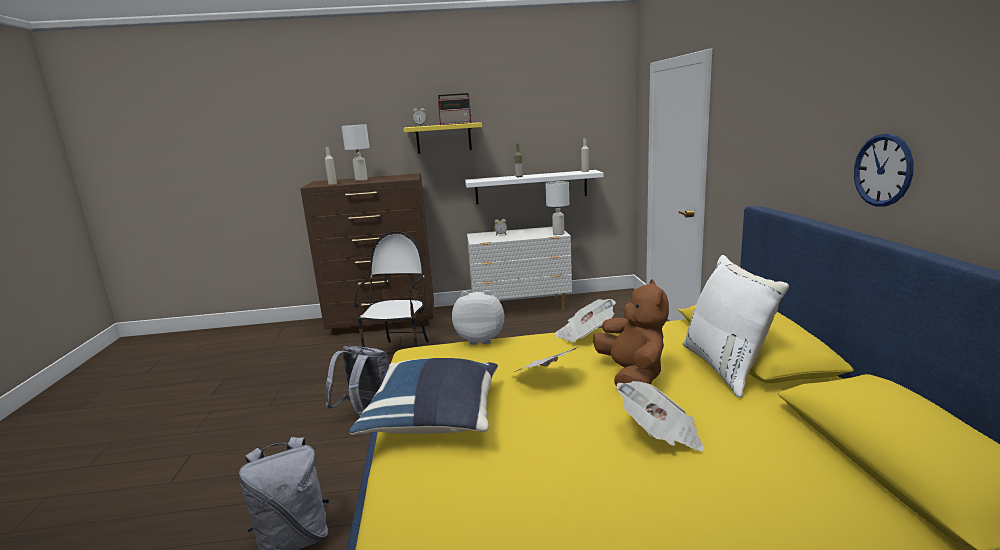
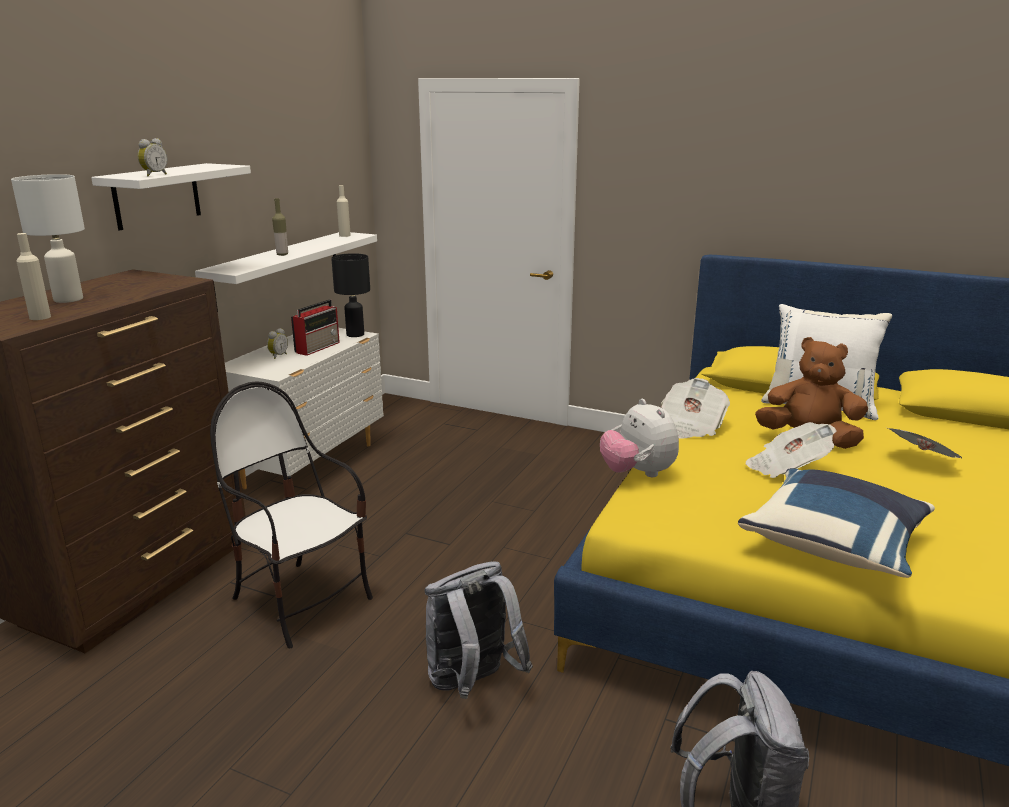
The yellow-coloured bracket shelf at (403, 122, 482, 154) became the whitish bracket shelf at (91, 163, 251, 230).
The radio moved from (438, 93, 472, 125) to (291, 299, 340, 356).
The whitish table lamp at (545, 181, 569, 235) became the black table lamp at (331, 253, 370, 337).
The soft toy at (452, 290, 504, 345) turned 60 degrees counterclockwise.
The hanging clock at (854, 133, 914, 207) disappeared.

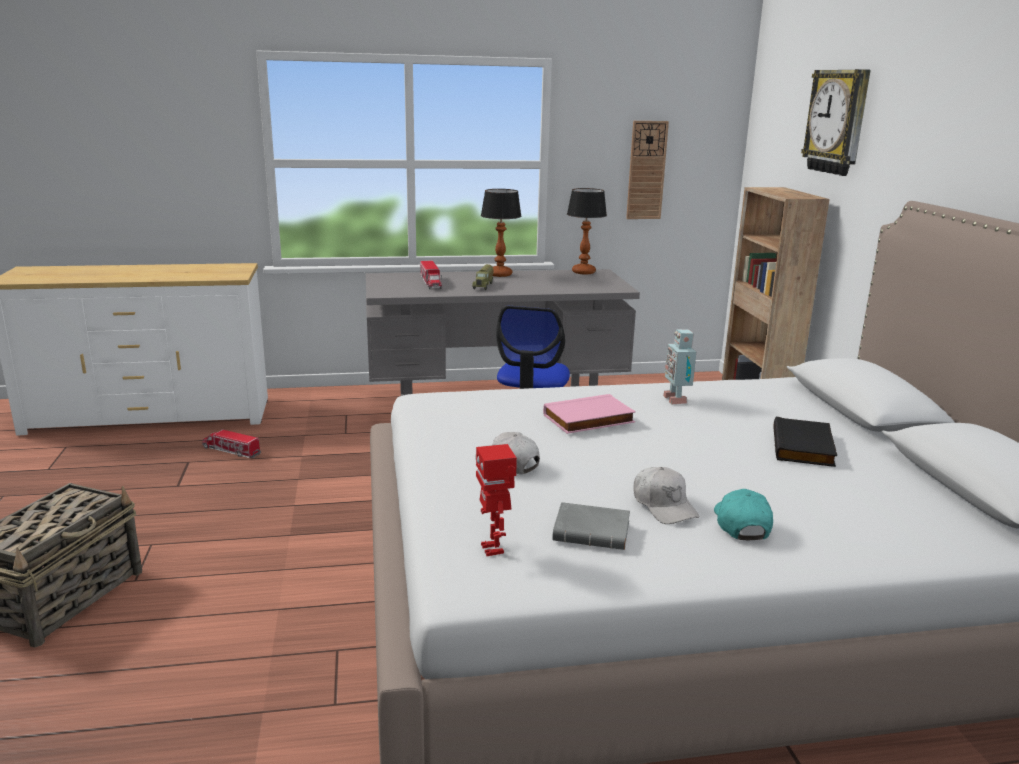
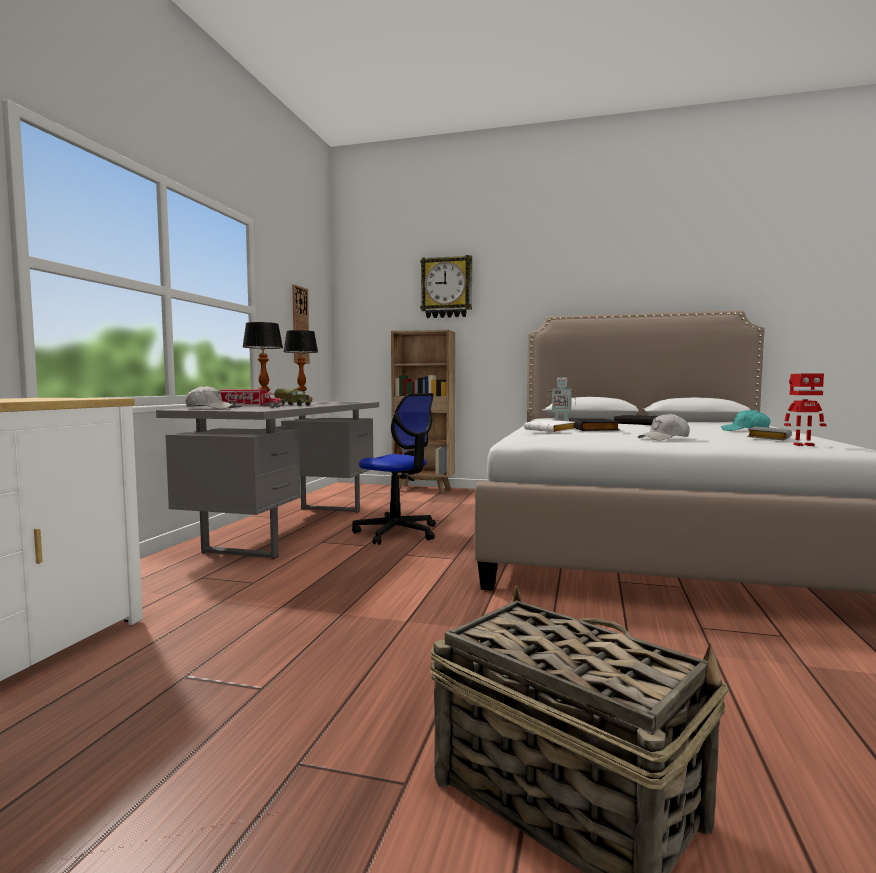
The whitish cap moved from (633, 467, 700, 524) to (185, 386, 235, 409).
The whitish volume at (524, 420, 575, 432) appeared.
The pink-coloured volume at (543, 394, 636, 434) became the black volume at (569, 418, 620, 431).
The toy truck at (202, 429, 261, 458) disappeared.

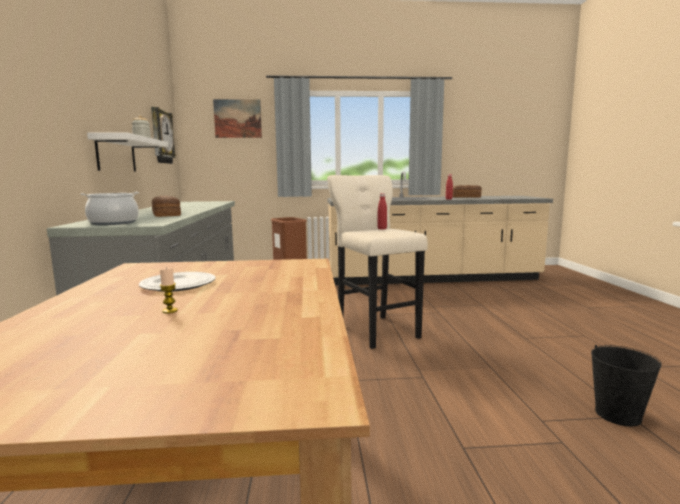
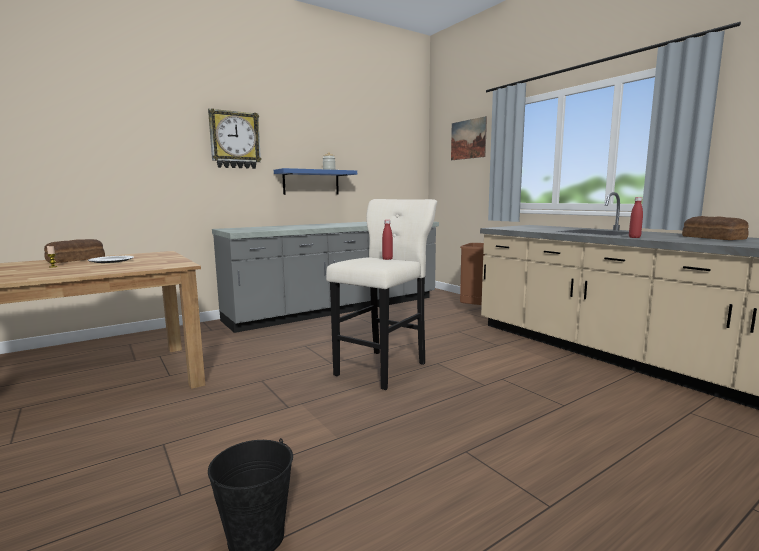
The bread moved from (152, 195, 181, 217) to (44, 239, 105, 263).
The hanging clock moved from (151, 107, 176, 164) to (208, 108, 262, 169).
The whitish bracket shelf at (87, 133, 169, 171) became the bluish bracket shelf at (274, 168, 357, 195).
The saucepot at (81, 192, 139, 225) disappeared.

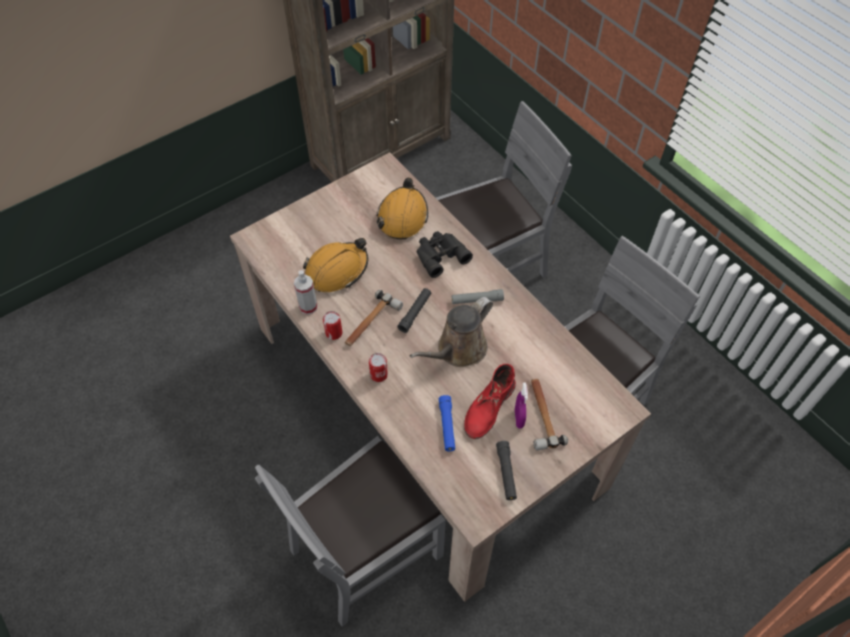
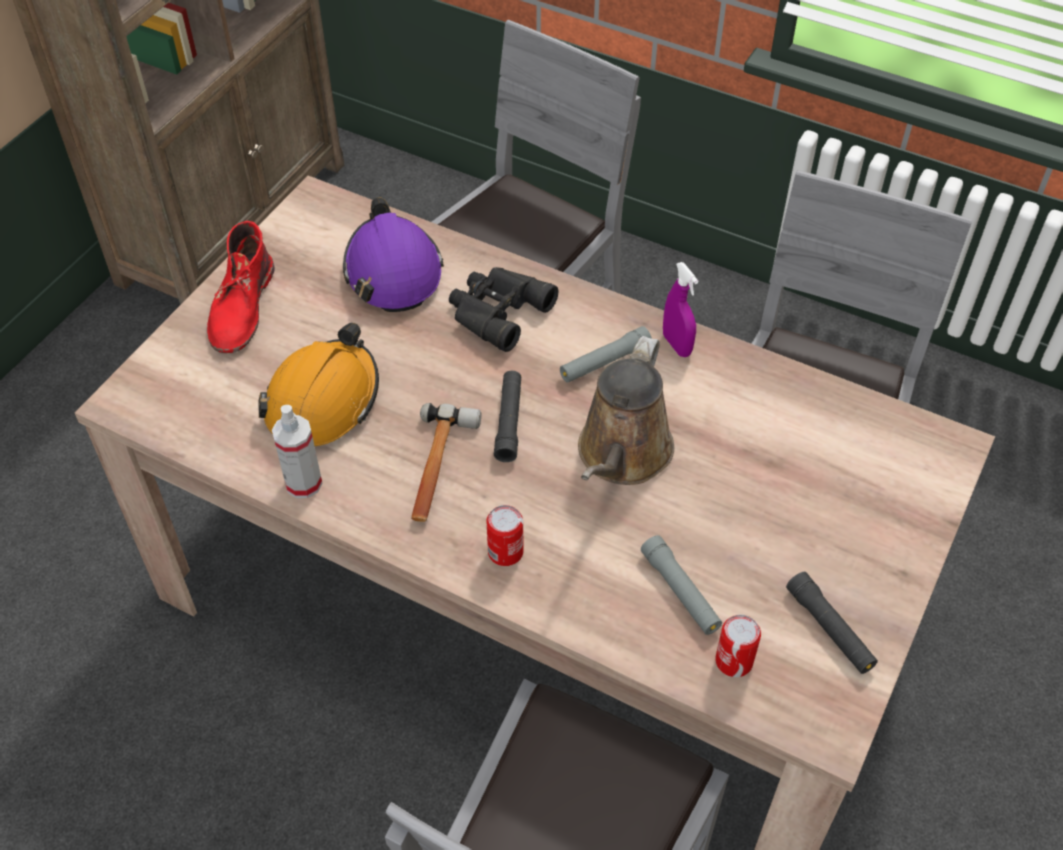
The red boot moved from (464, 364, 516, 439) to (207, 221, 275, 353).
The orange hard hat at (377, 178, 428, 239) became the purple hard hat at (343, 198, 444, 312).
The bluish flashlight at (439, 395, 455, 451) became the gray flashlight at (641, 535, 722, 635).
The purple hand sprayer moved from (515, 383, 528, 429) to (663, 262, 698, 357).
The sealed can moved from (323, 311, 343, 340) to (715, 615, 761, 677).
The tool hammer at (531, 379, 568, 450) disappeared.

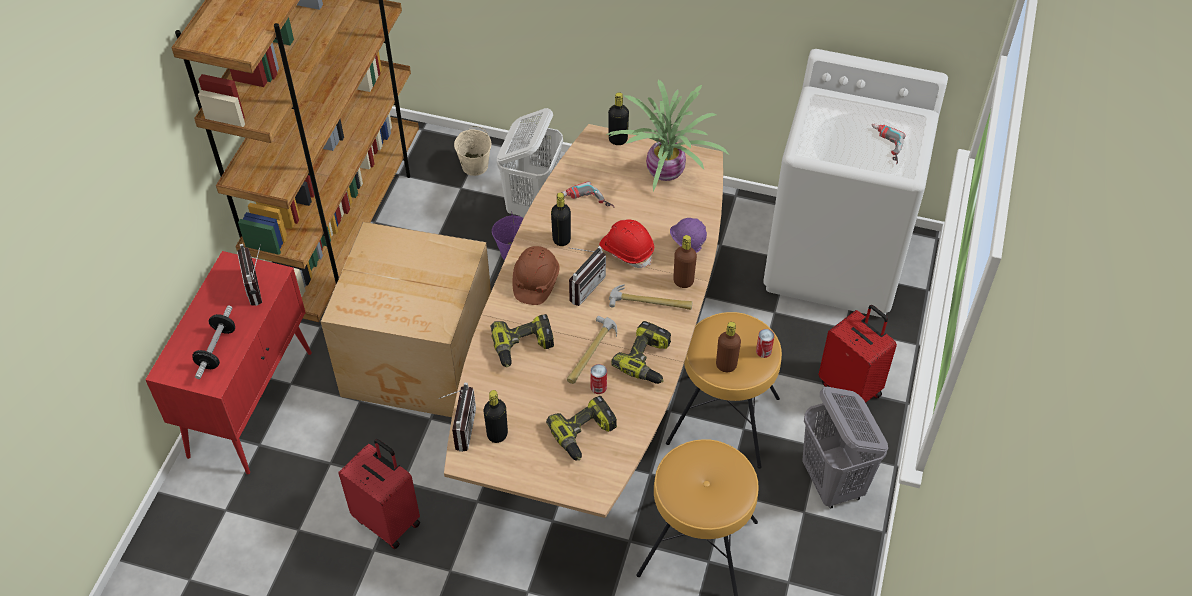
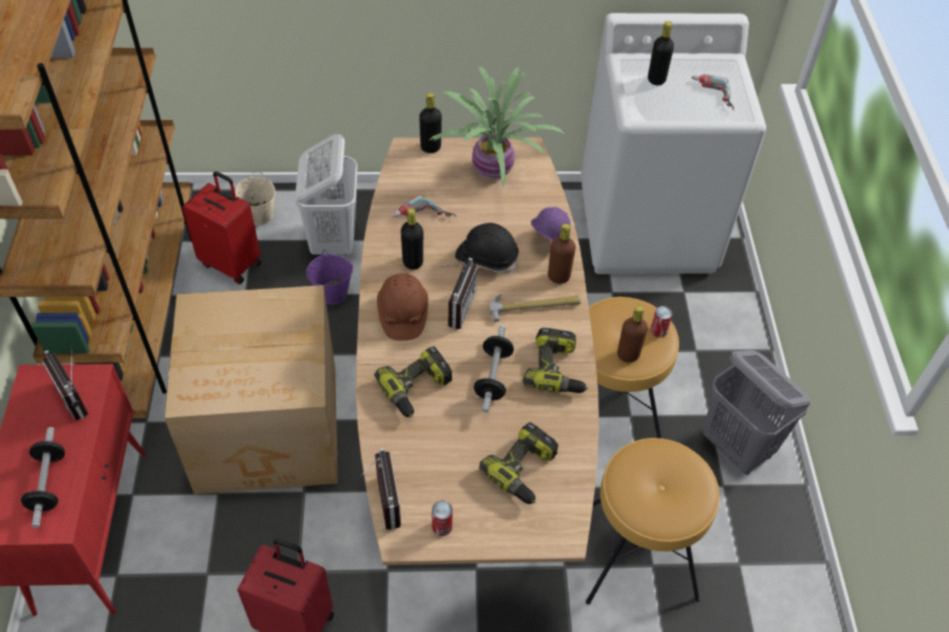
The red piece of luggage moved from (818, 305, 897, 403) to (182, 171, 261, 284).
The sealed can moved from (590, 364, 607, 394) to (432, 501, 453, 536).
The red hard hat at (599, 220, 654, 268) became the black hard hat at (455, 223, 519, 274).
The tool hammer at (567, 316, 617, 384) was replaced by the hand weight at (474, 325, 514, 413).
The black drink bottle moved from (484, 390, 508, 443) to (648, 21, 674, 86).

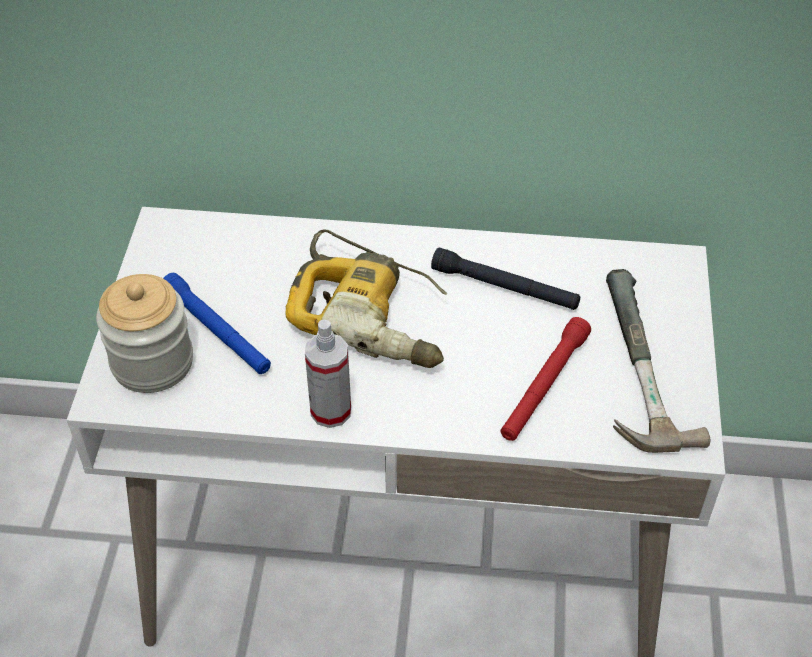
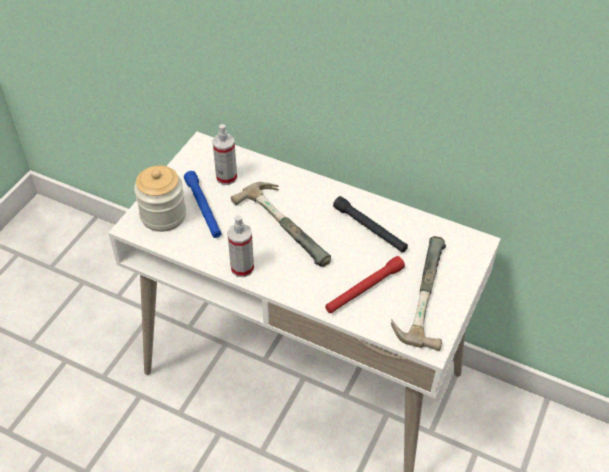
The hand sprayer at (212, 124, 237, 185) appeared.
The drill at (286, 230, 447, 368) was replaced by the tool hammer at (231, 182, 331, 267).

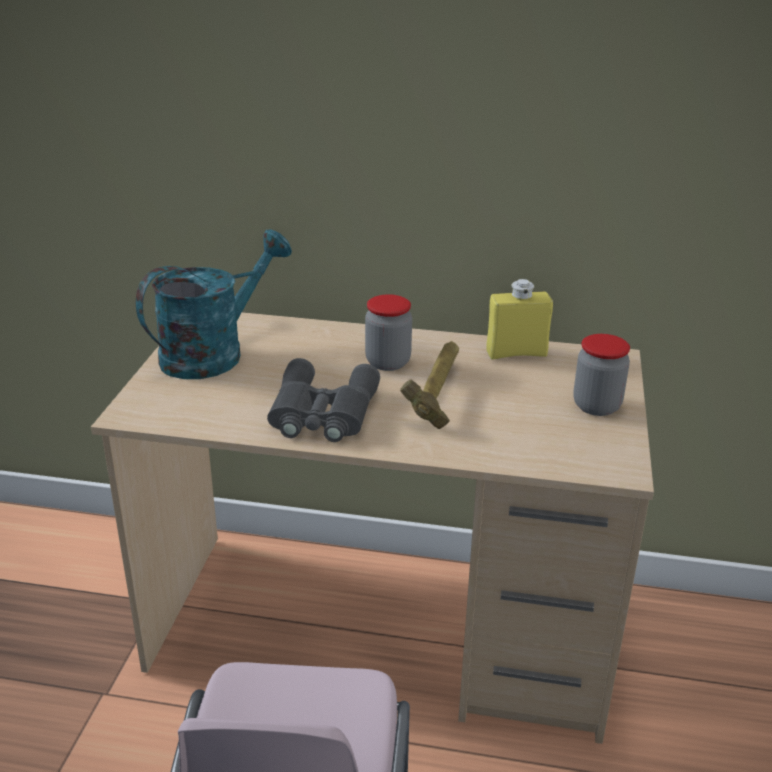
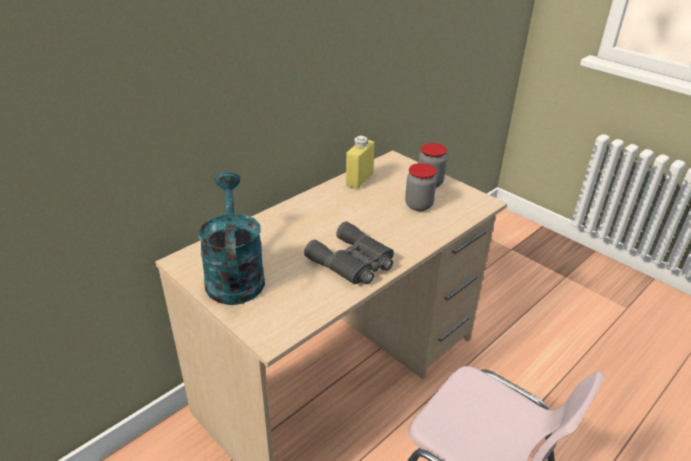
The jar moved from (365, 294, 412, 371) to (405, 163, 437, 211).
The tool hammer at (400, 341, 459, 429) disappeared.

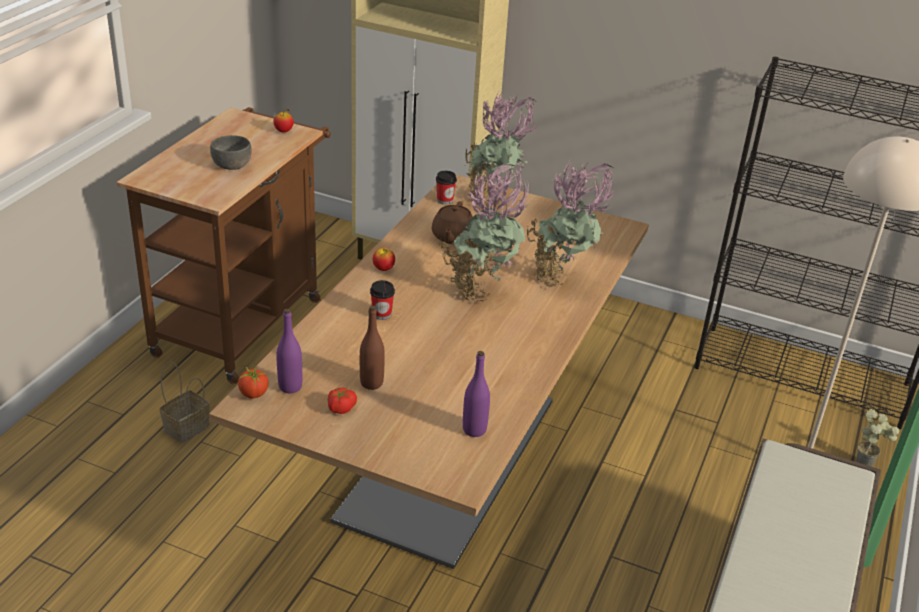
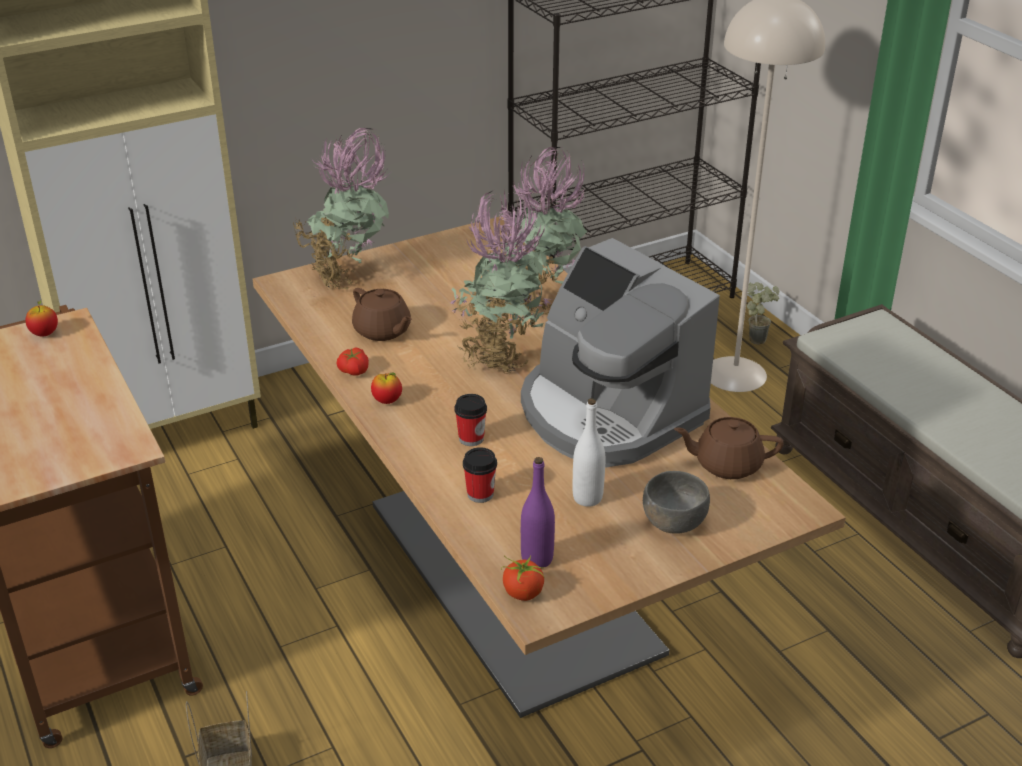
The fresh tomato moved from (328, 388, 357, 414) to (336, 348, 369, 375).
The drinking cup moved from (436, 171, 457, 205) to (463, 447, 497, 503).
The coffee maker at (521, 238, 720, 467) appeared.
The brown-coloured drink bottle at (360, 306, 385, 390) became the whitish drink bottle at (573, 398, 605, 507).
The gray deep dish moved from (210, 135, 251, 170) to (643, 471, 710, 533).
The purple drink bottle at (463, 351, 490, 437) was replaced by the brown-coloured pot for tea at (674, 417, 784, 479).

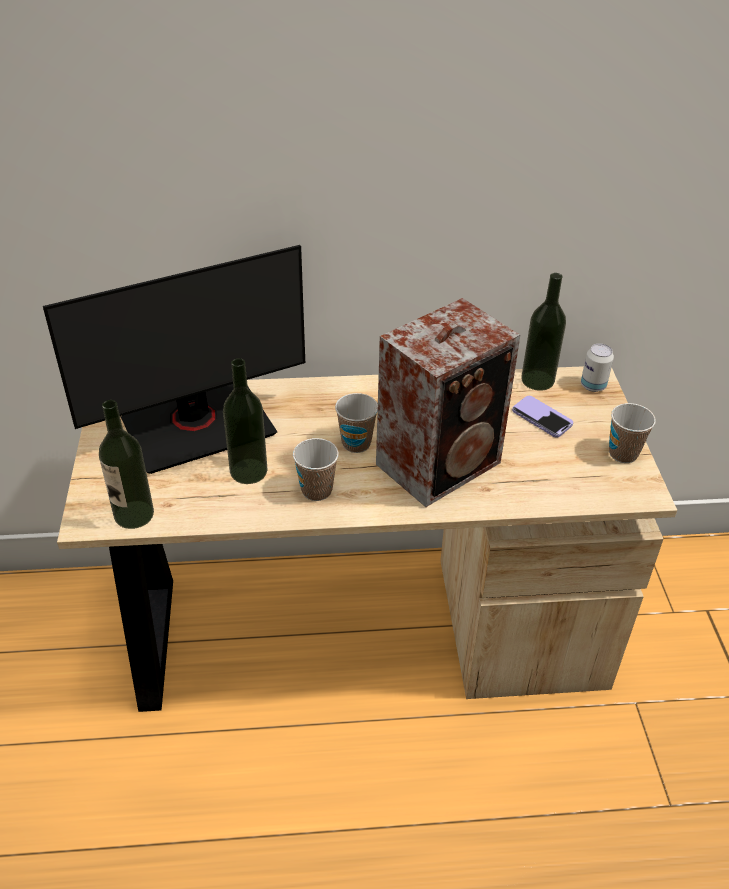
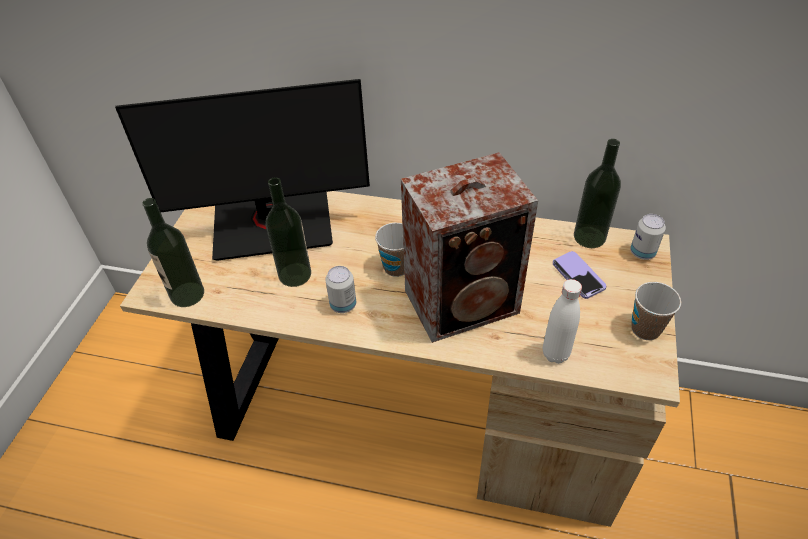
The drinking cup at (293, 438, 339, 501) was replaced by the sealed can at (325, 266, 356, 313).
The whitish drink bottle at (543, 279, 582, 364) appeared.

